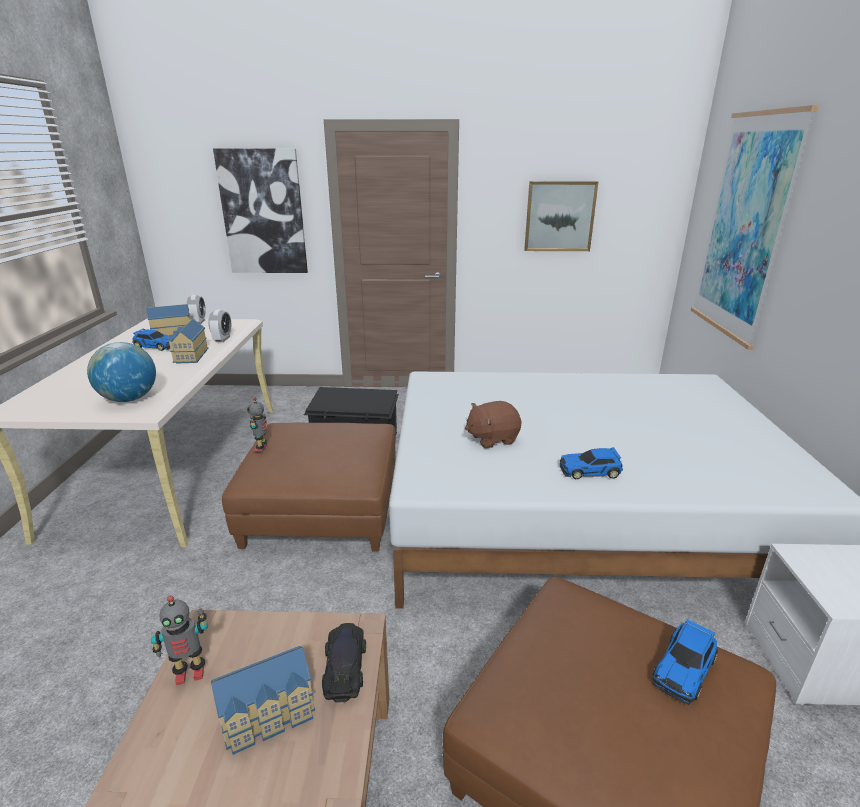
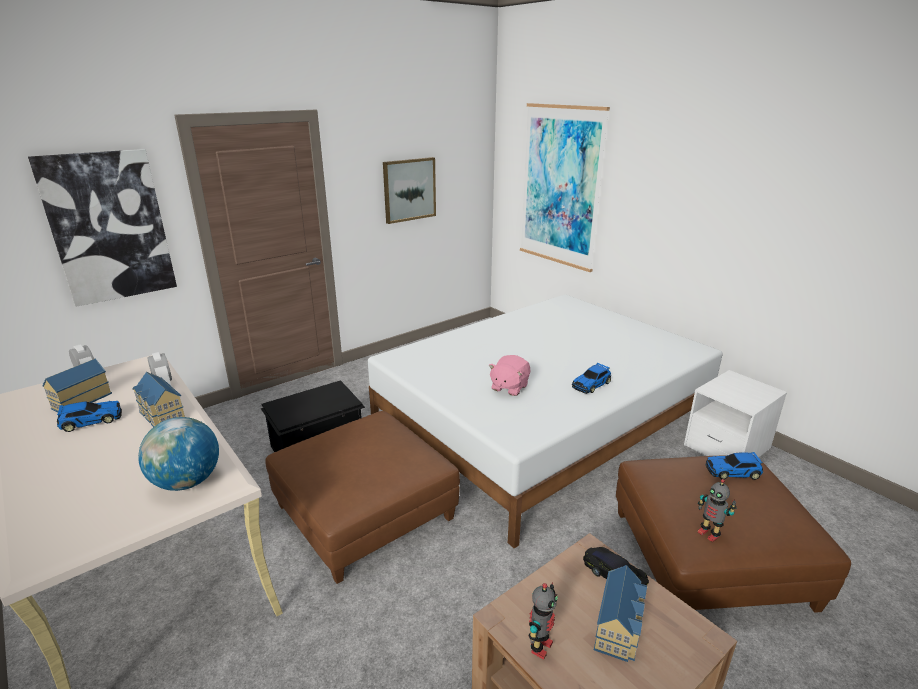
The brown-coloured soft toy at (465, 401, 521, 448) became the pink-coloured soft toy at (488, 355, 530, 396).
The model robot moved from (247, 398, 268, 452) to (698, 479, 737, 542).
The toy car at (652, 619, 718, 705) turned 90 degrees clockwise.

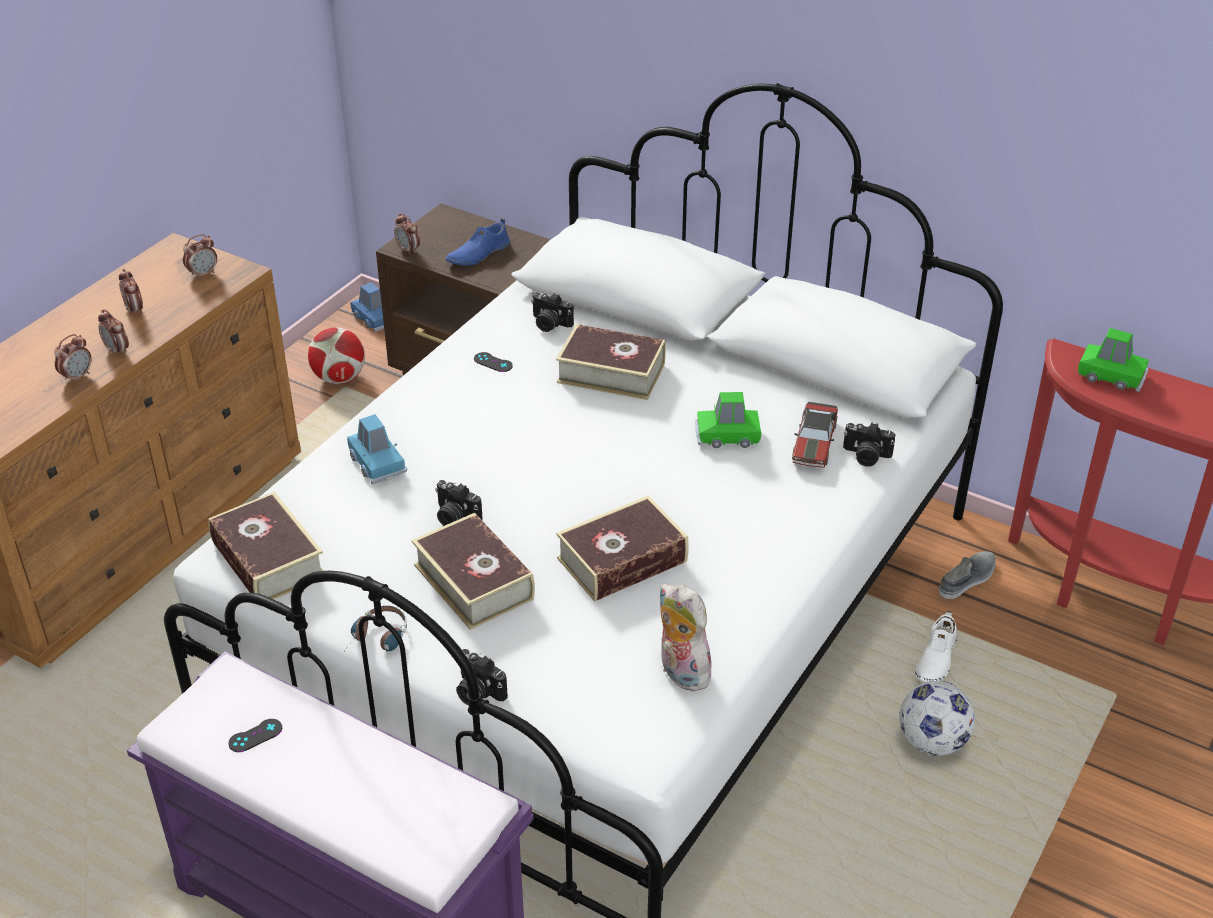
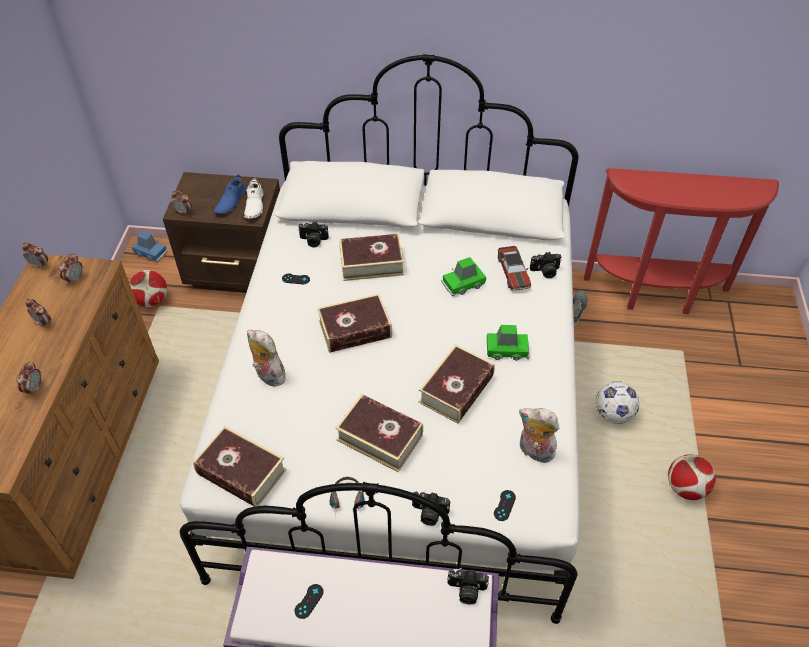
The bedside clock moved from (98, 309, 129, 358) to (22, 242, 48, 269).
The whitish shoe moved from (915, 611, 957, 682) to (244, 178, 263, 219).
The bluish toy car at (347, 414, 407, 485) was replaced by the soft toy at (247, 330, 286, 387).
The volume at (317, 294, 392, 353) appeared.
The photo camera moved from (435, 480, 483, 526) to (447, 568, 489, 604).
The green-coloured toy car moved from (1078, 328, 1149, 392) to (487, 325, 530, 360).
The black game controller at (494, 490, 516, 521) appeared.
The football at (668, 454, 716, 500) appeared.

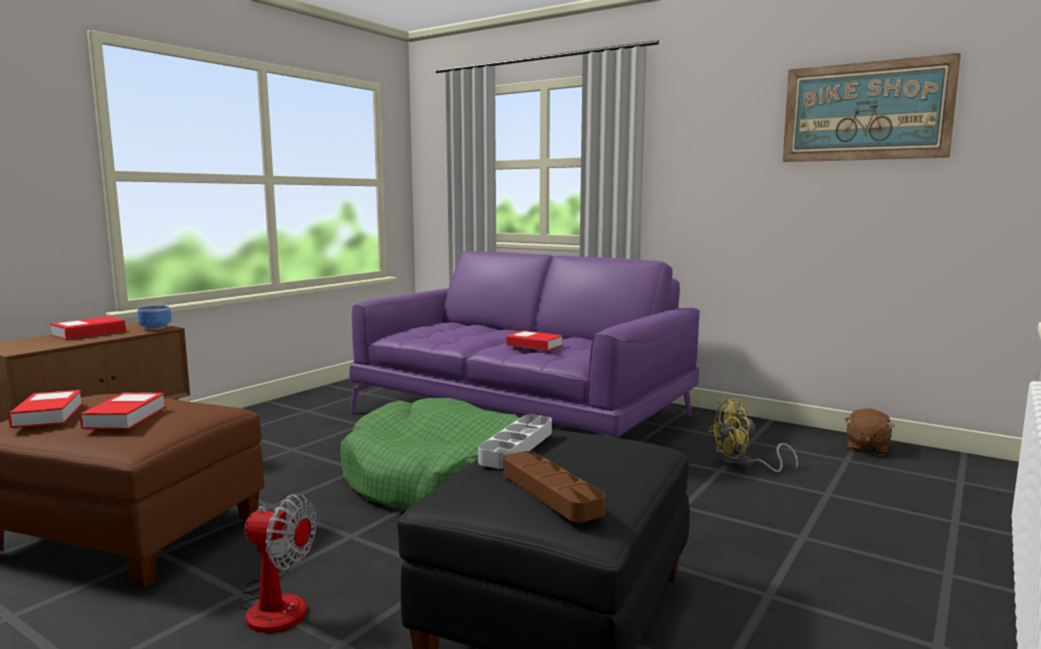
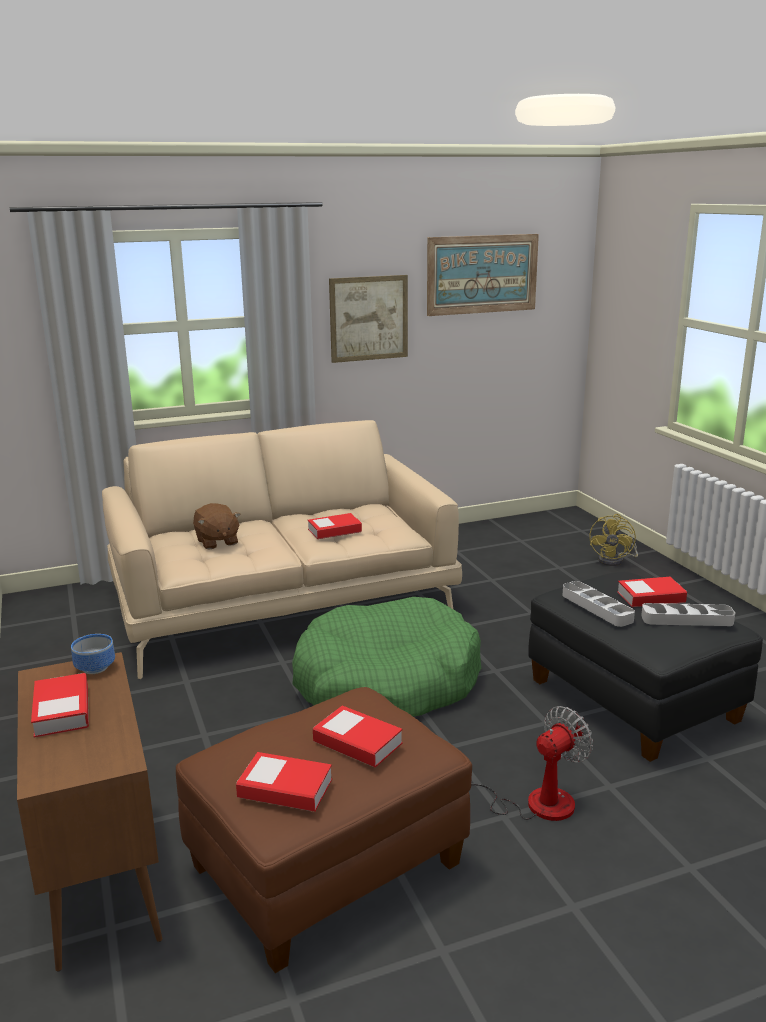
The purple sofa at (349, 251, 700, 437) became the beige sofa at (102, 420, 462, 679).
The brown-coloured soft toy moved from (845, 408, 895, 456) to (193, 503, 241, 550).
The picture at (329, 275, 408, 363) appeared.
The yellow-coloured electric fan moved from (708, 399, 798, 472) to (589, 514, 638, 566).
The volume at (617, 577, 687, 607) appeared.
The brown-coloured tray at (504, 451, 605, 522) became the gray tray at (641, 603, 735, 626).

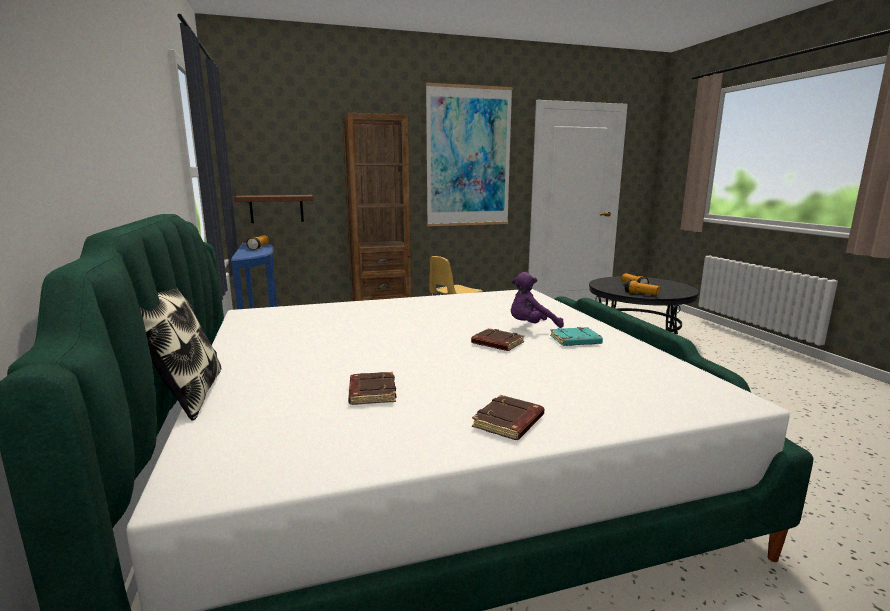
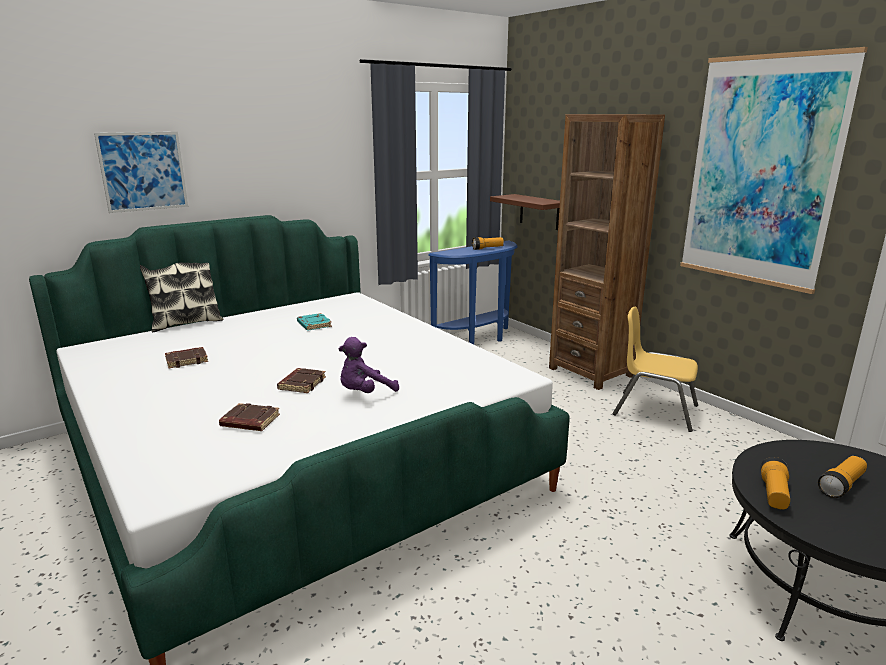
The picture at (94, 132, 188, 213) appeared.
The brown-coloured volume moved from (472, 395, 544, 440) to (219, 403, 280, 431).
The blue-green volume moved from (550, 327, 603, 346) to (297, 313, 332, 330).
The purple soft toy at (511, 272, 564, 328) turned 90 degrees counterclockwise.

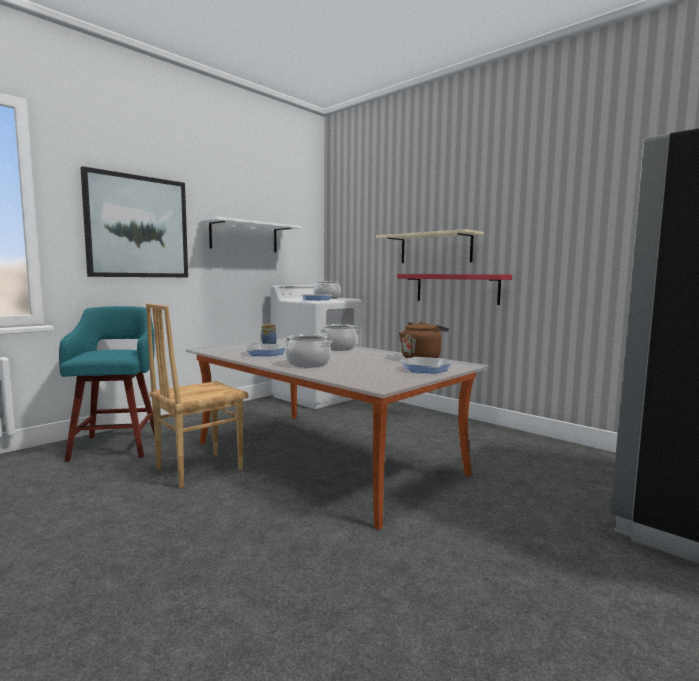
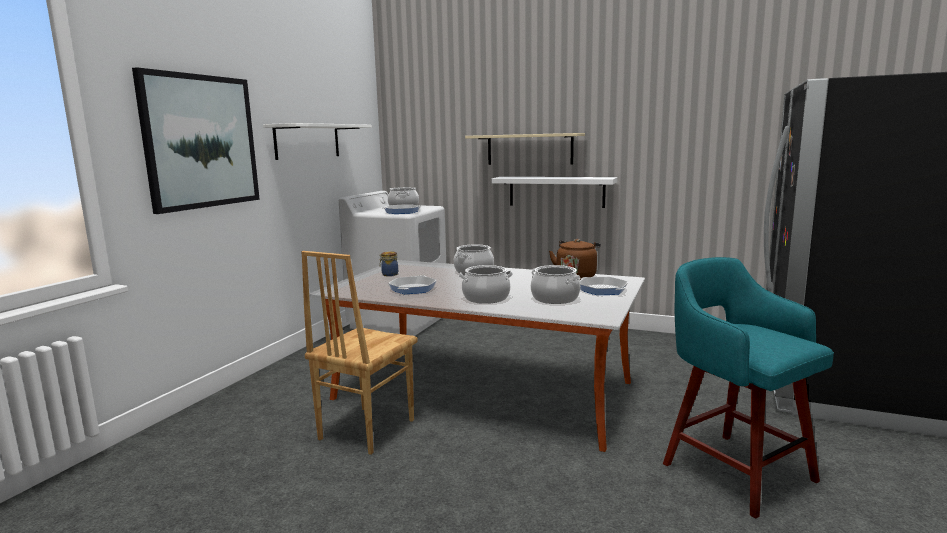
The red bracket shelf at (397, 274, 512, 305) became the whitish bracket shelf at (491, 177, 618, 208).
The saucepot at (531, 265, 581, 304) appeared.
The blue-green stool seat moved from (59, 306, 155, 462) to (663, 257, 834, 519).

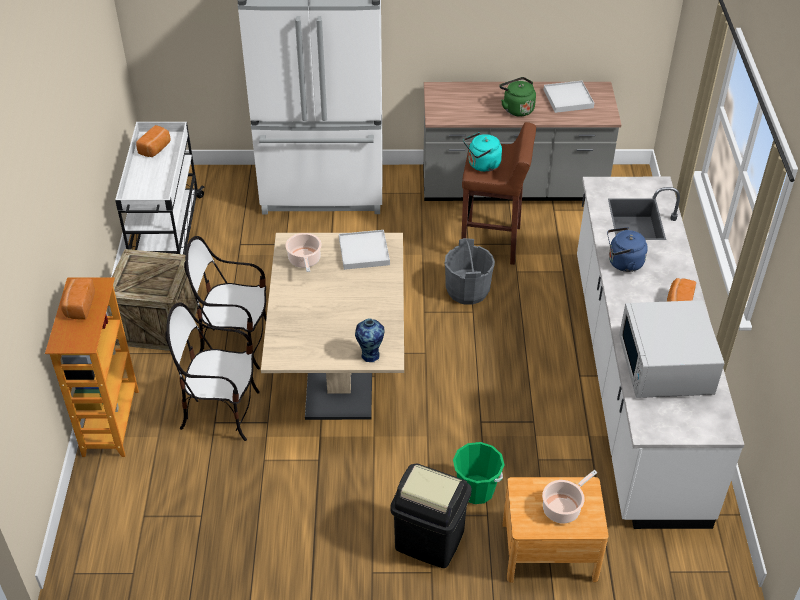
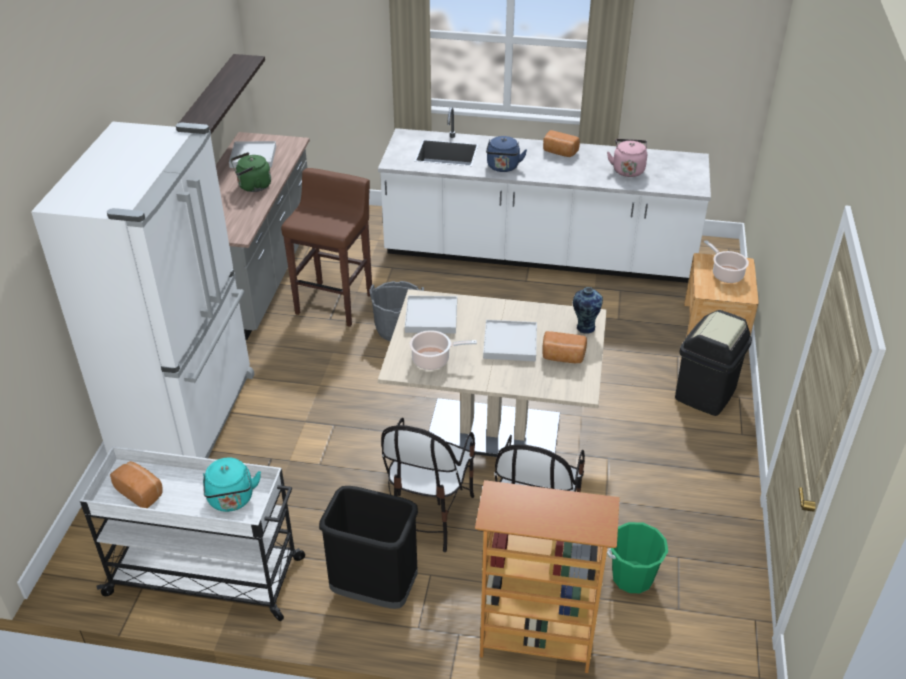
The bracket shelf at (179, 54, 265, 134) appeared.
The blue-green water kettle moved from (463, 132, 502, 172) to (203, 458, 261, 512).
The crate at (107, 249, 198, 351) was replaced by the black trash can at (319, 486, 418, 609).
The whitish tray at (483, 320, 537, 361) appeared.
The bread moved from (61, 278, 95, 320) to (542, 331, 587, 363).
The whitish microwave at (619, 300, 724, 398) was replaced by the pink-coloured water kettle at (607, 139, 647, 177).
The green-coloured pail moved from (453, 442, 504, 504) to (607, 522, 668, 593).

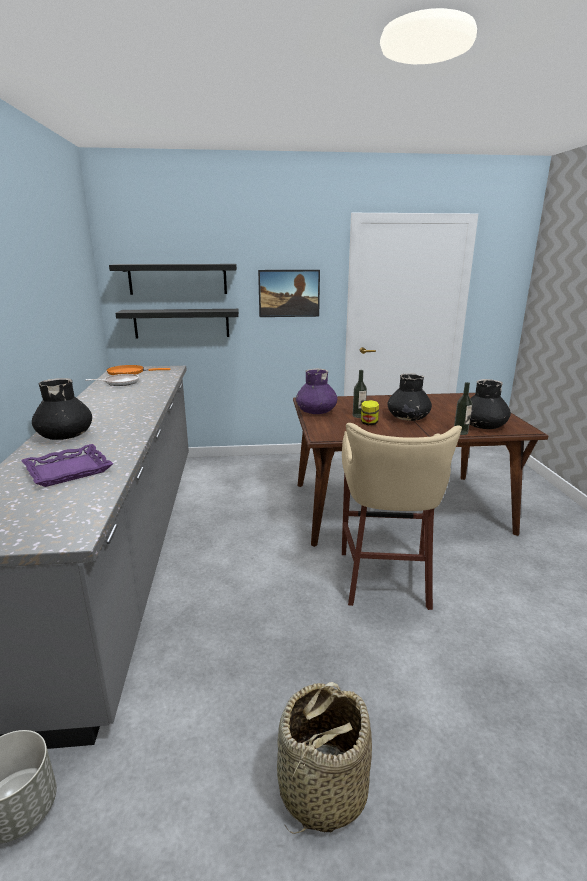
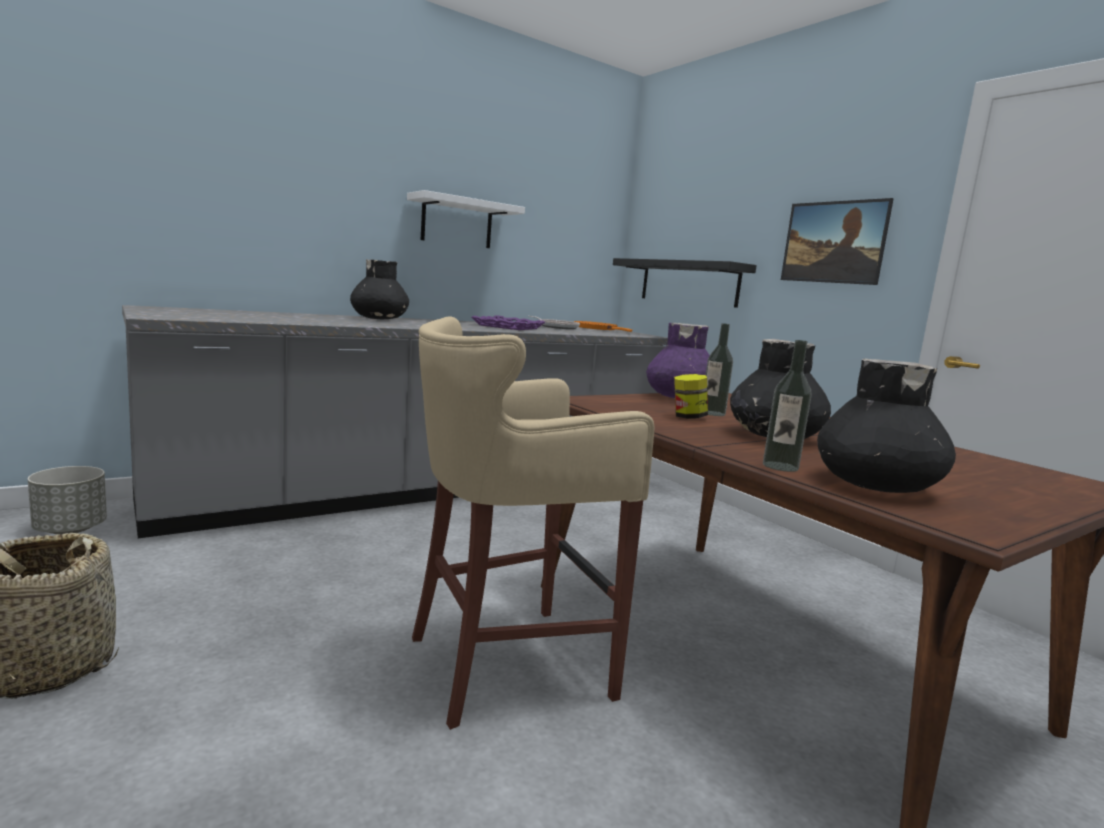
The whitish bracket shelf at (407, 190, 525, 248) appeared.
The purple tray moved from (21, 444, 113, 487) to (472, 315, 545, 330).
The black bracket shelf at (109, 264, 237, 295) disappeared.

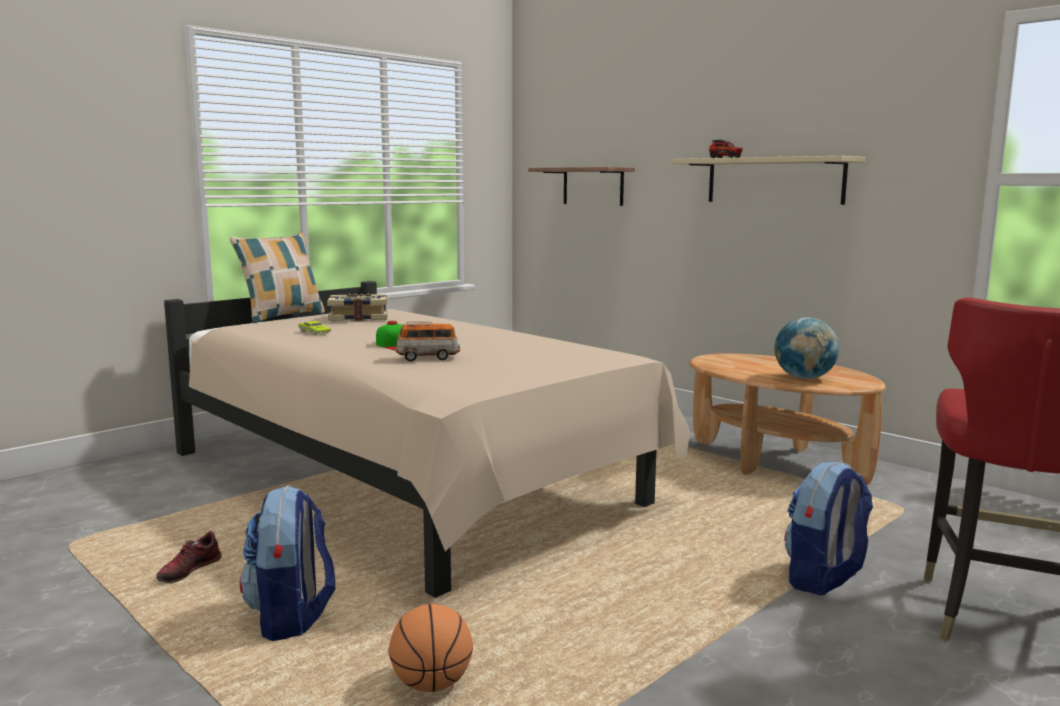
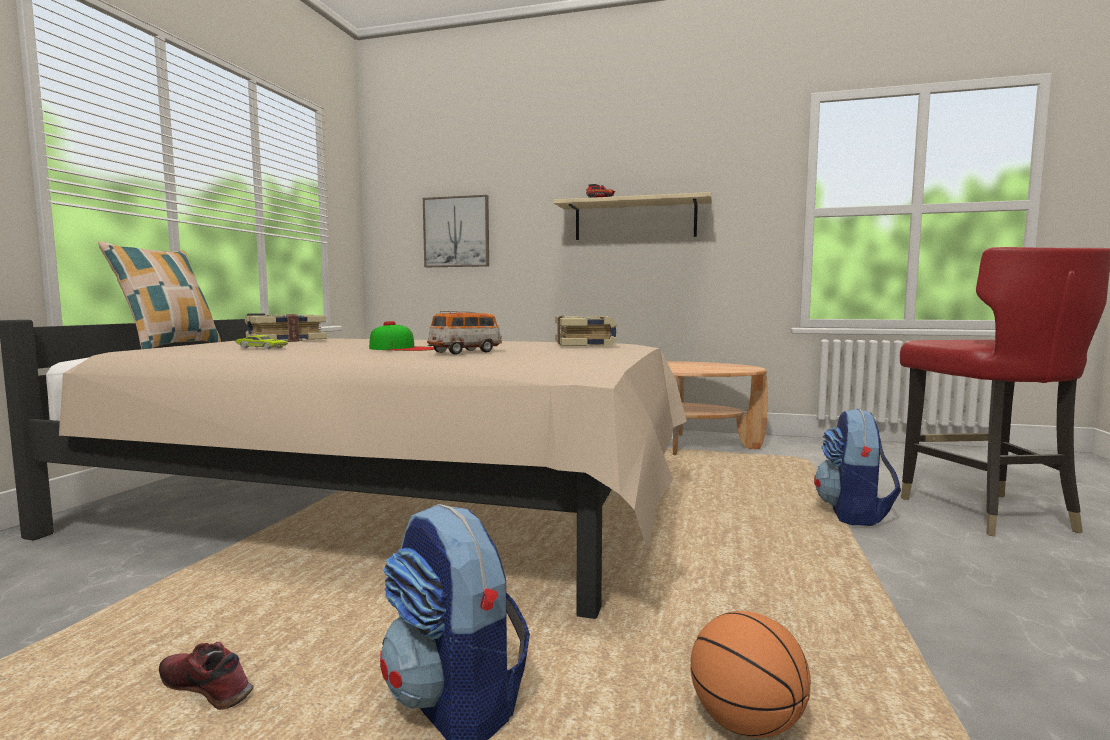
The shoe at (156, 531, 222, 583) turned 120 degrees clockwise.
The bracket shelf at (528, 167, 635, 206) was replaced by the picture at (423, 195, 489, 267).
The volume at (555, 315, 617, 346) appeared.
The globe at (774, 317, 839, 379) disappeared.

